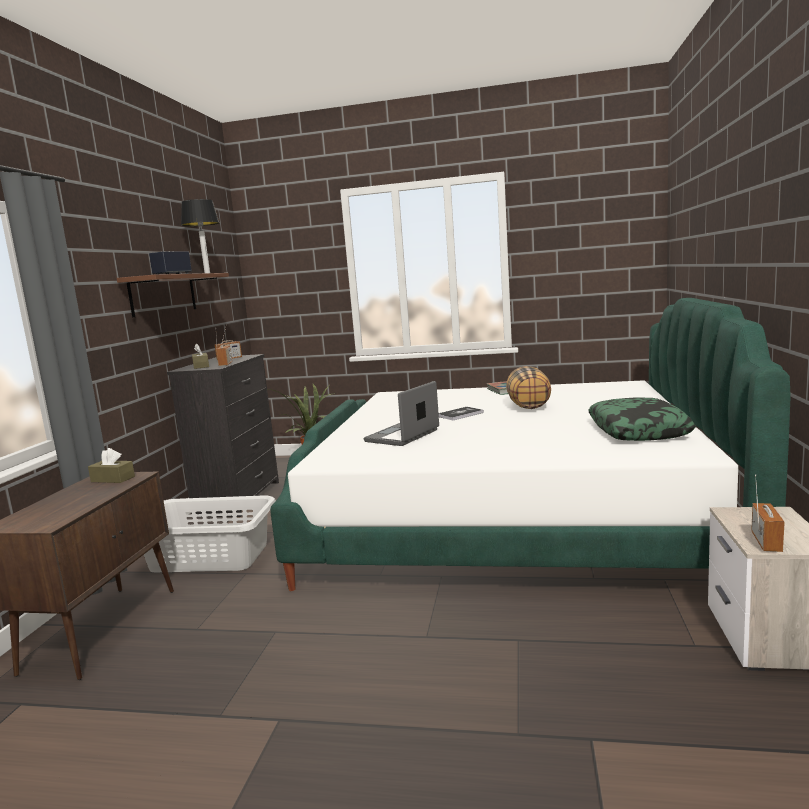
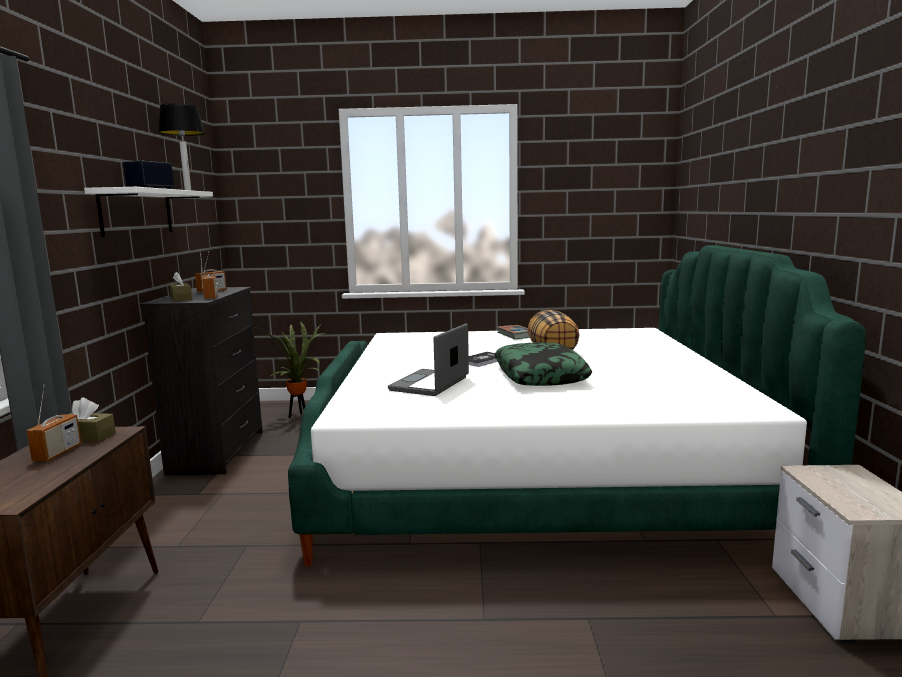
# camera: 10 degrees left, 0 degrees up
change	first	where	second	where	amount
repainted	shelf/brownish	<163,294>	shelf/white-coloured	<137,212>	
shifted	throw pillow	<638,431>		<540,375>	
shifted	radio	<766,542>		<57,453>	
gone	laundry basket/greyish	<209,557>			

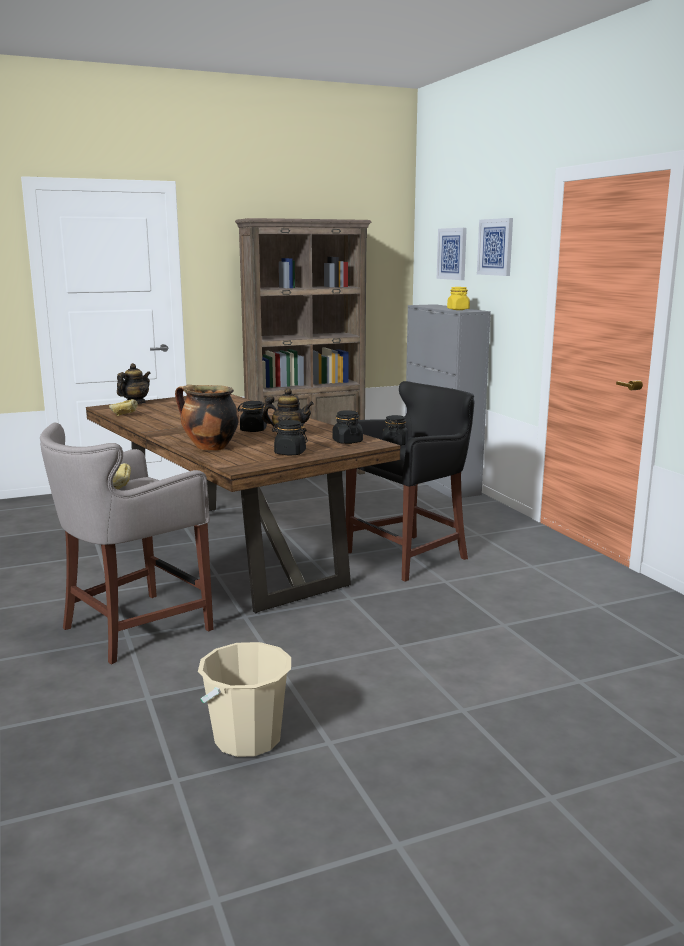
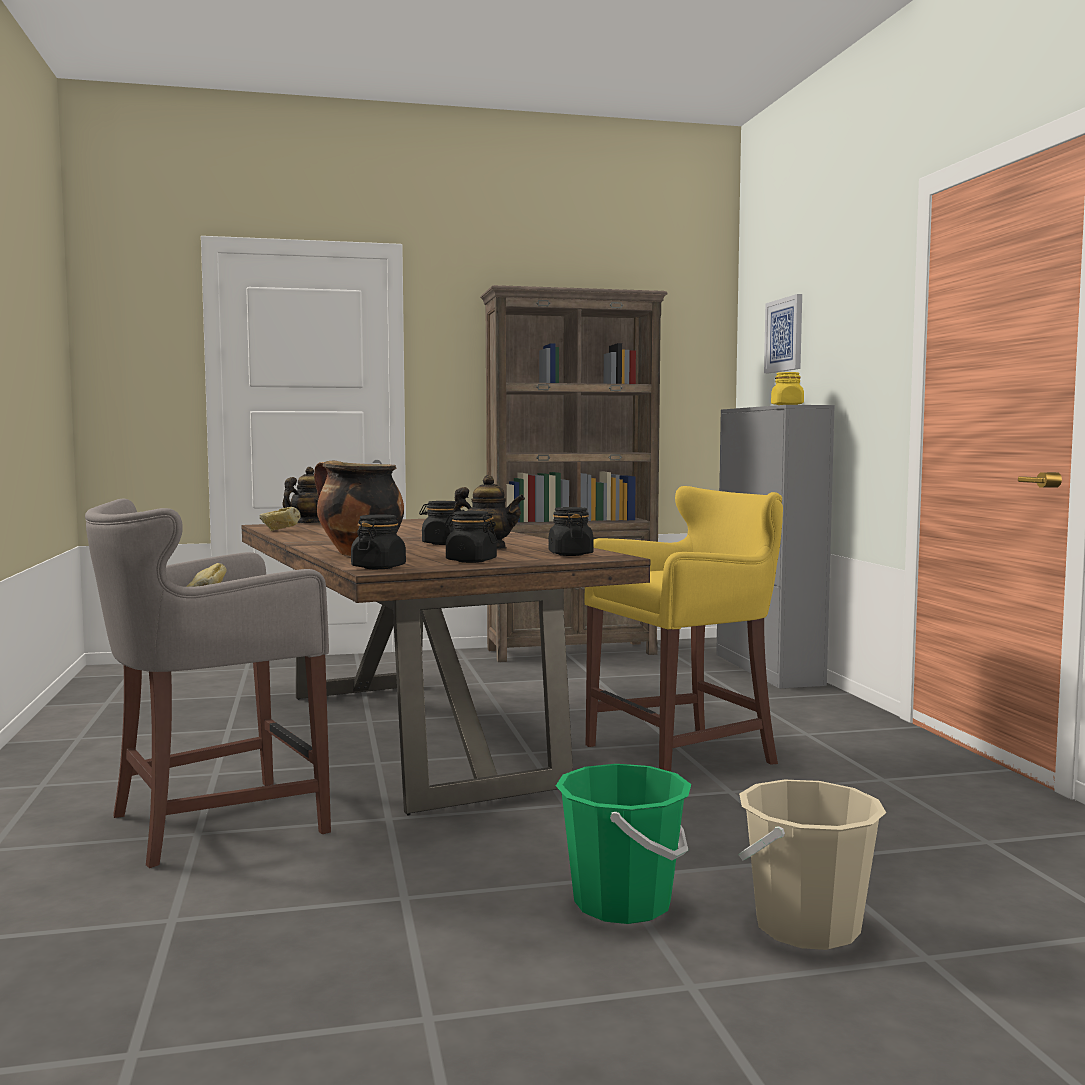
# camera: 10 degrees right, 10 degrees down
change	first	where	second	where	amount
gone	picture	<496,247>			
repainted	stool seat/black-coloured	<410,555>	stool seat/yellowish	<686,754>	
shifted	storage jar/black-coloured	<395,444>		<378,567>	
shifted	bucket/beige	<247,739>		<807,927>	
new			bucket/green	<623,903>	

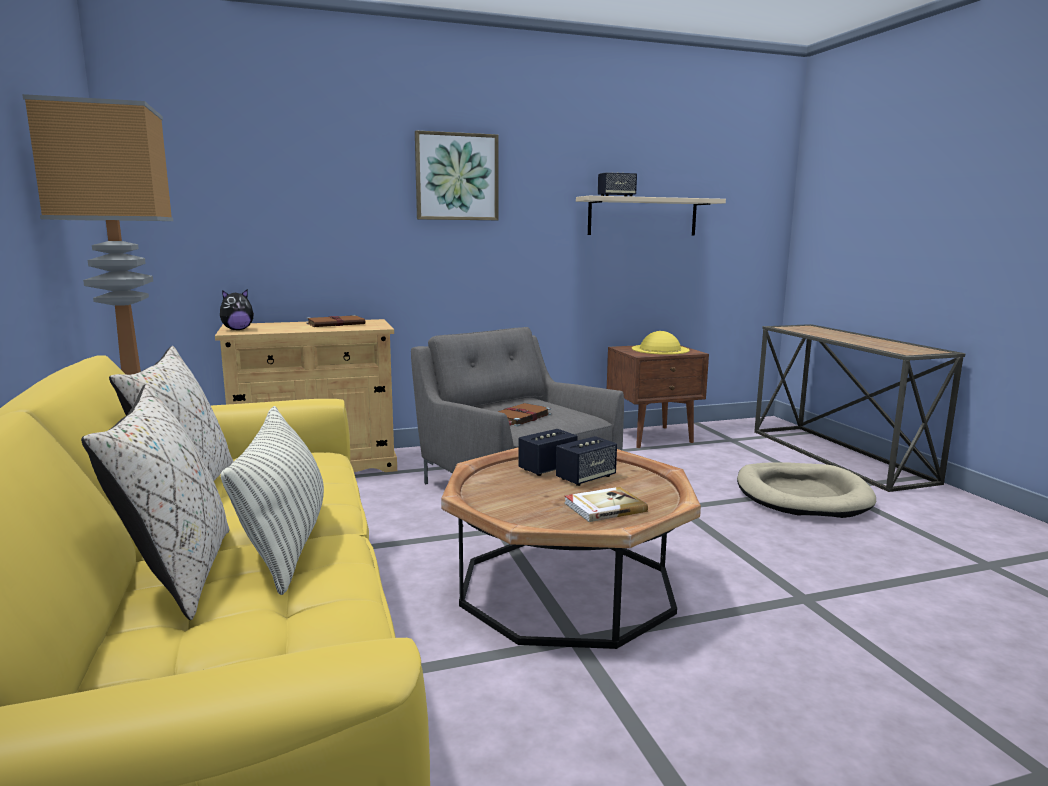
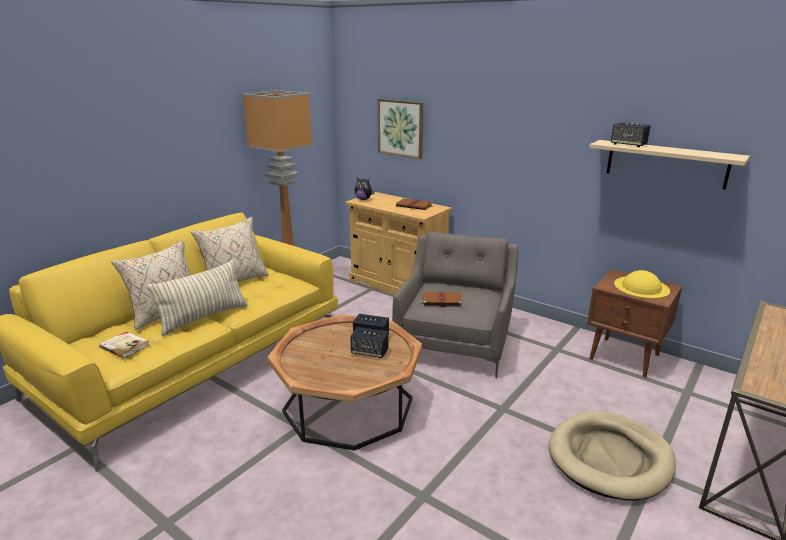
# camera: 55 degrees right, 10 degrees up
change	first	where	second	where	amount
shifted	picture	<456,177>		<401,128>	
shifted	bound book	<604,507>		<125,346>	

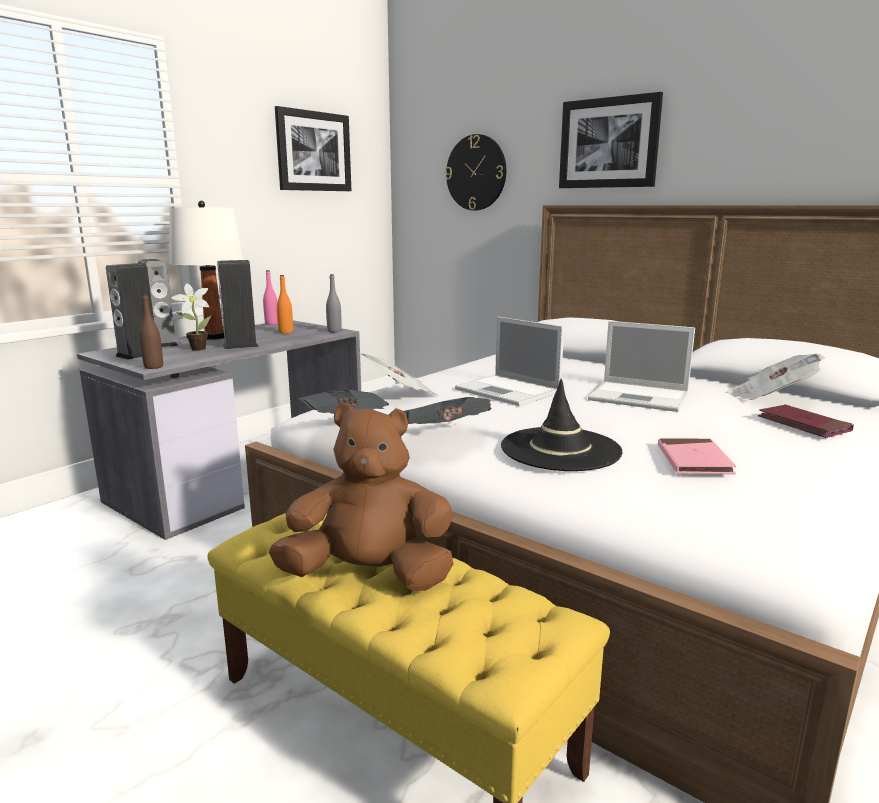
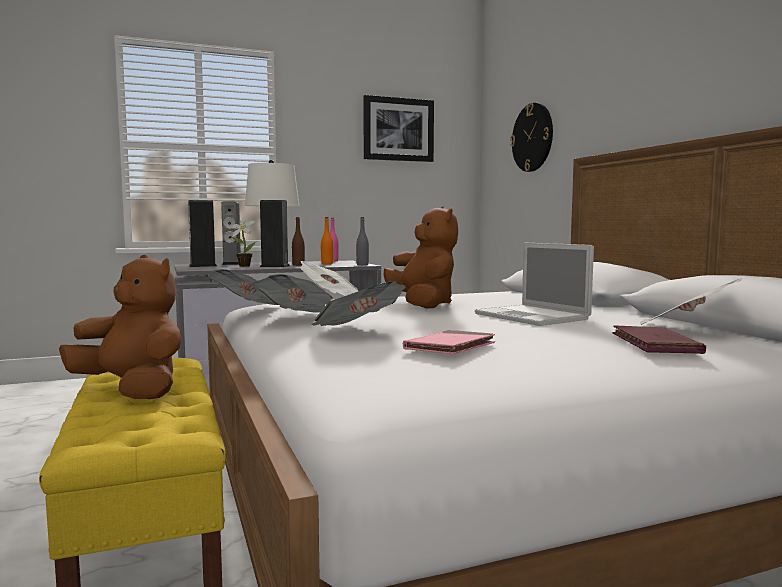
# camera: 30 degrees right, 10 degrees down
change	first	where	second	where	amount
gone	picture	<608,143>			
shifted	bottle/brownish	<153,367>		<298,265>	
swapped	notebook computer	<509,391>	cuddly toy/brownish	<423,304>	
swapped	hat/black-coloured	<560,449>	printed paper	<358,331>	

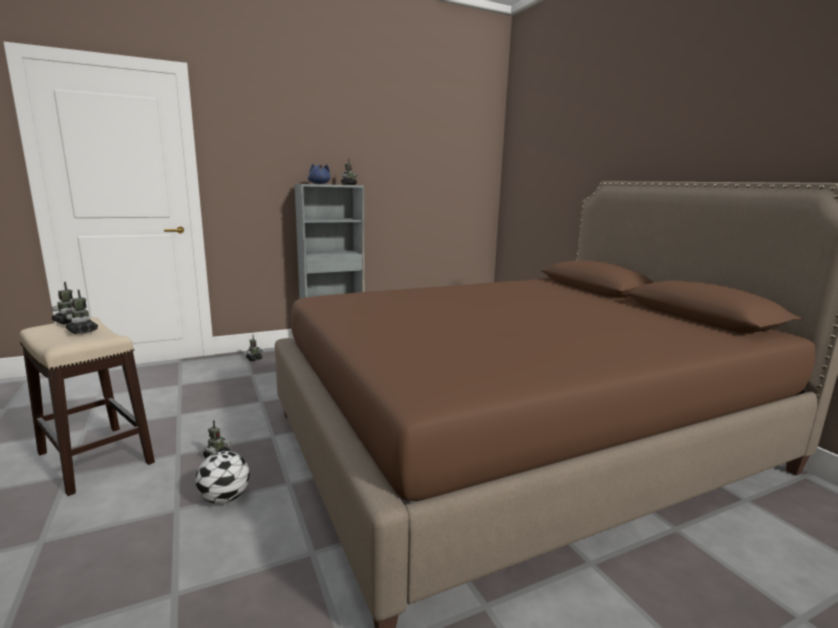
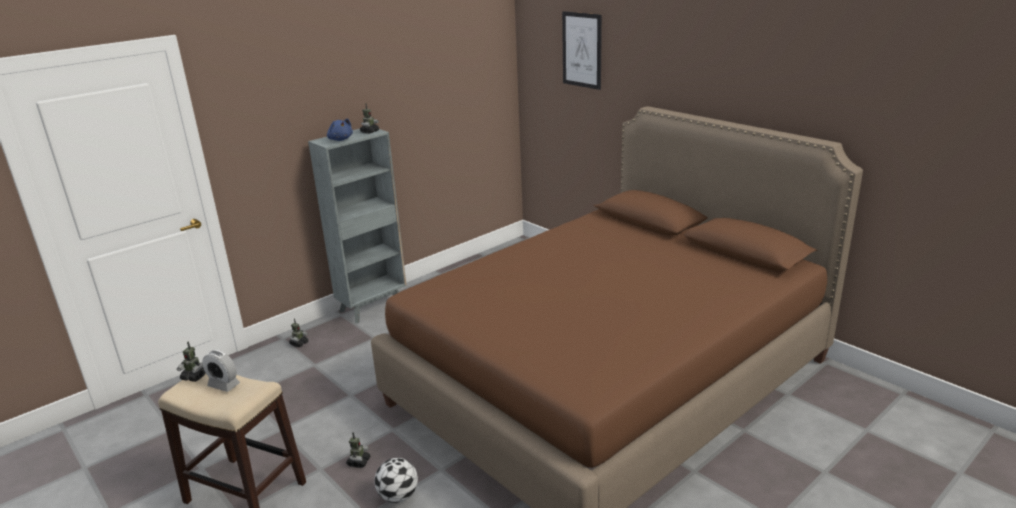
# camera: 15 degrees left, 10 degrees up
change	first	where	second	where	amount
swapped	toy robot	<82,331>	table clock	<224,385>	
new			picture	<582,50>	

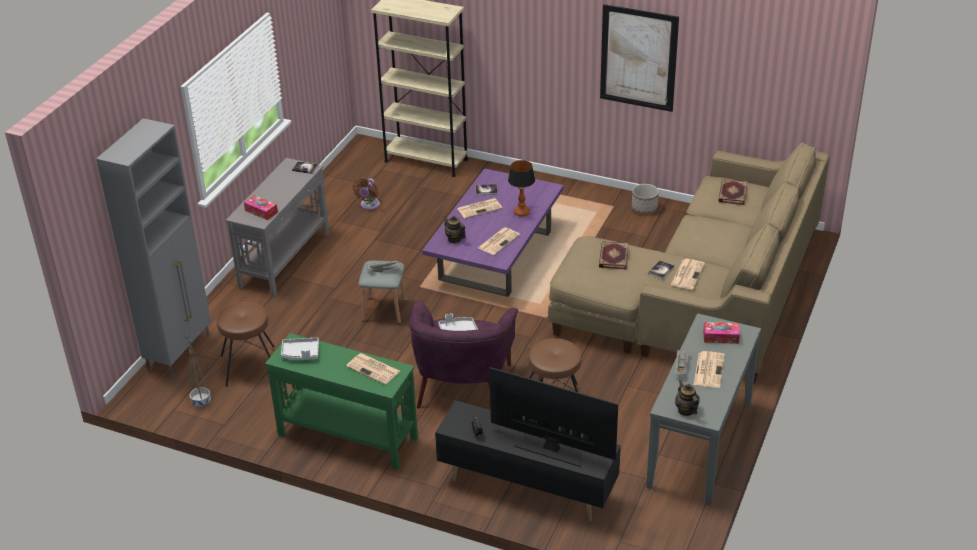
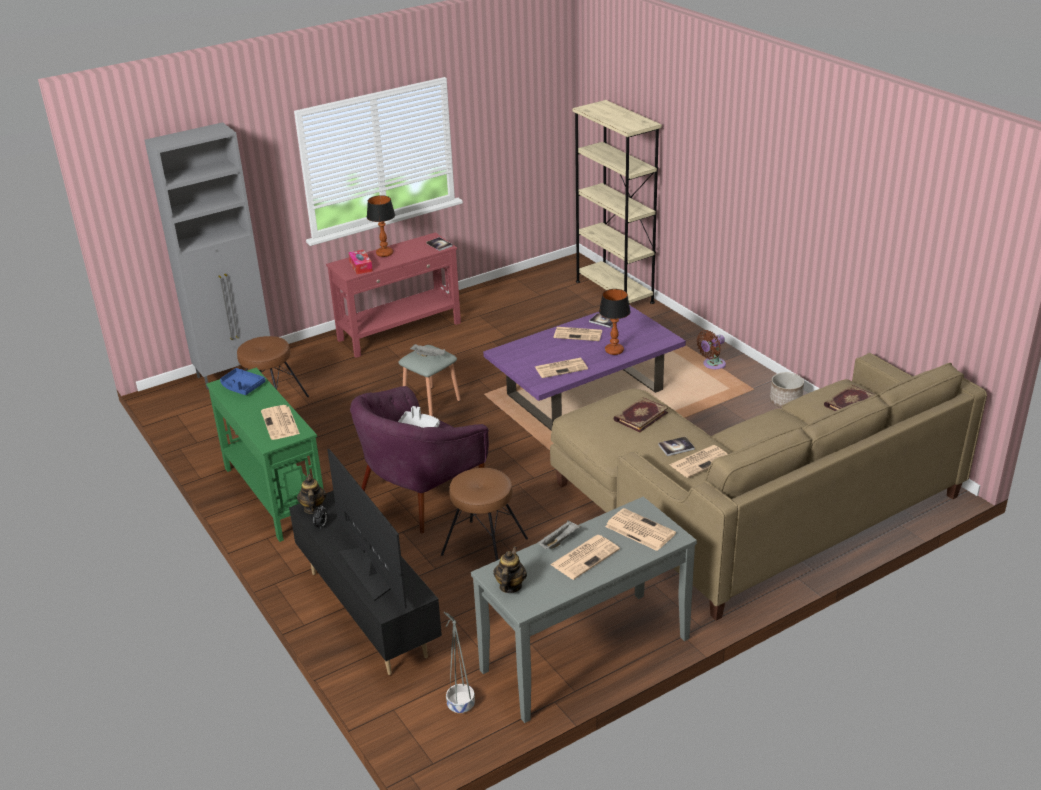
# camera: 35 degrees right, 5 degrees down
change	first	where	second	where	amount
gone	picture	<638,58>			
repainted	console table/greyish	<285,259>	console table/reddish	<400,331>	
shifted	fan/brownish	<369,205>		<712,365>	
shifted	teapot	<454,239>		<313,508>	
swapped	box of tissues	<720,337>	printed paper	<639,530>	
shifted	planter/greyish	<201,402>		<460,705>	
repainted	tray/greyish	<301,353>	tray/bluish	<242,387>	
new			lamp for a table	<384,253>	

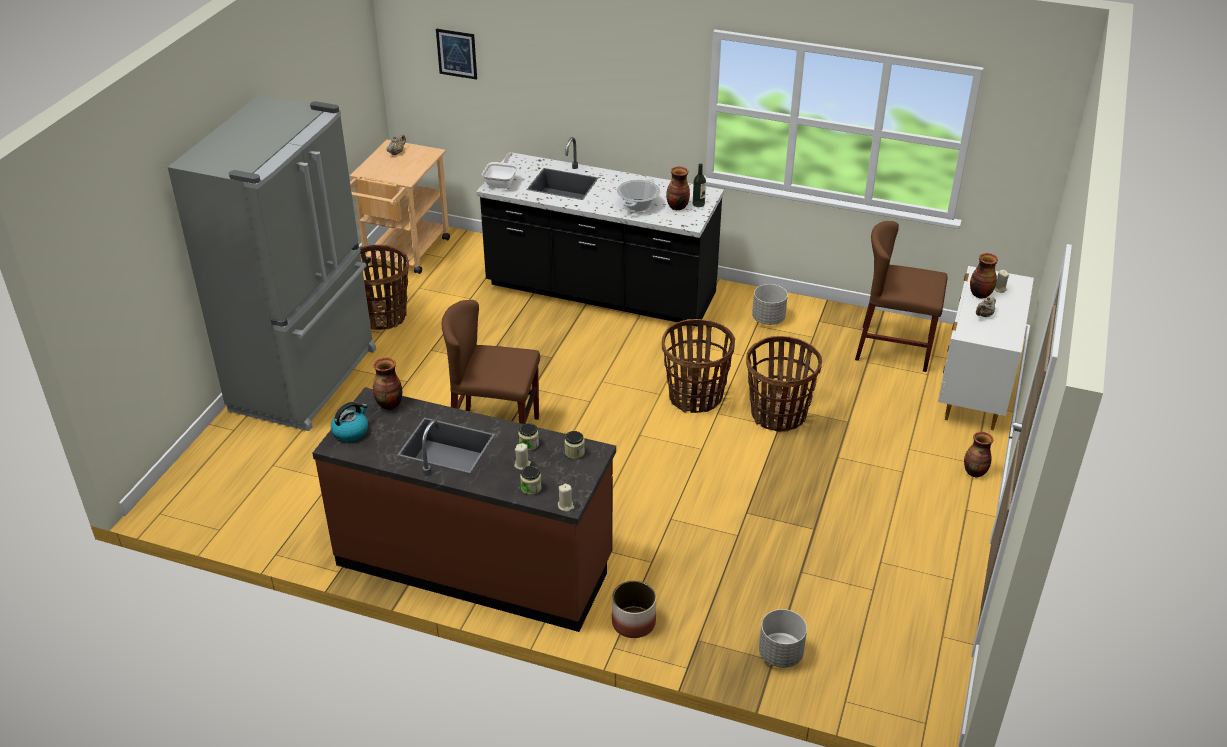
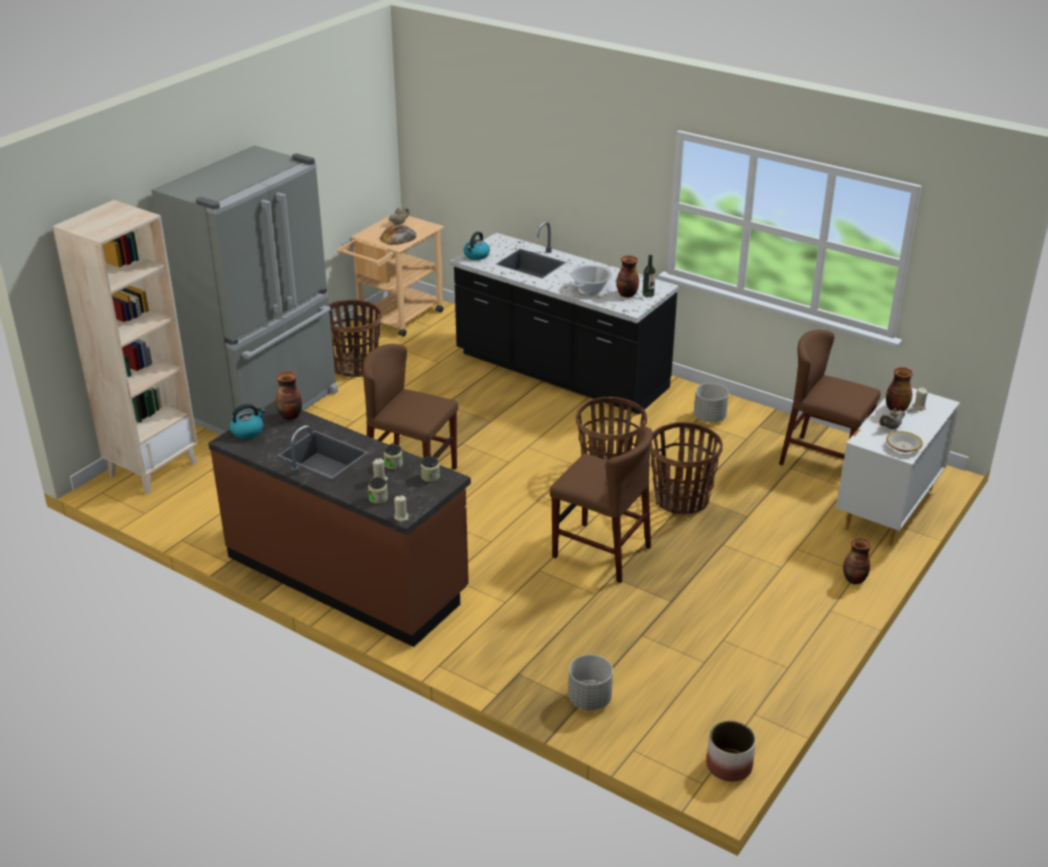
# camera: 15 degrees right, 5 degrees down
change	first	where	second	where	amount
gone	picture	<456,53>			
swapped	frying pan	<502,182>	kettle	<476,256>	
shifted	planter	<633,622>		<729,765>	
new			bookshelf/beige	<153,468>	
new			bakery bread	<398,237>	
new			chair/brownish	<601,552>	
new			deep dish	<903,447>	

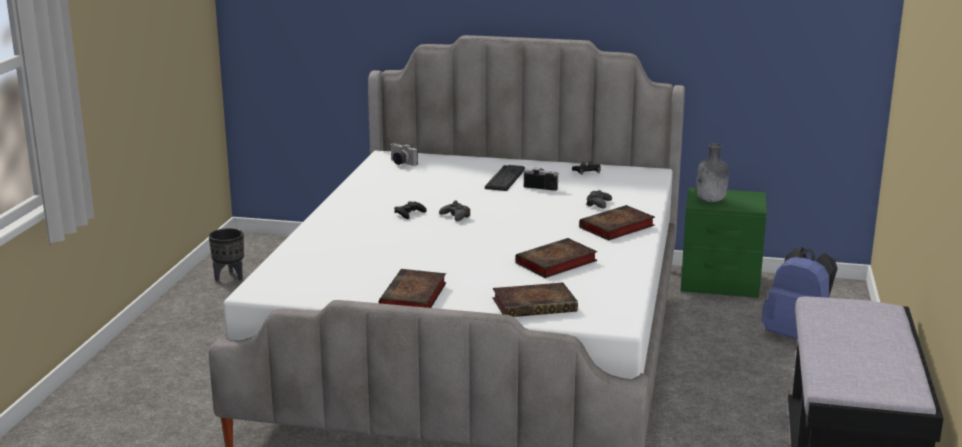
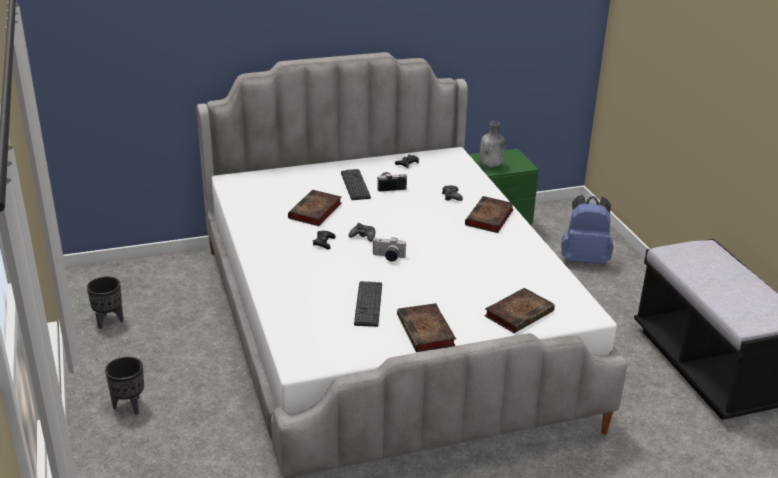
# camera: 30 degrees left, 10 degrees up
change	first	where	second	where	amount
shifted	still camera	<400,163>		<388,257>	
shifted	bound book	<555,263>		<315,212>	
new			computer keyboard	<368,304>	
new			planter/black-coloured	<129,406>	

